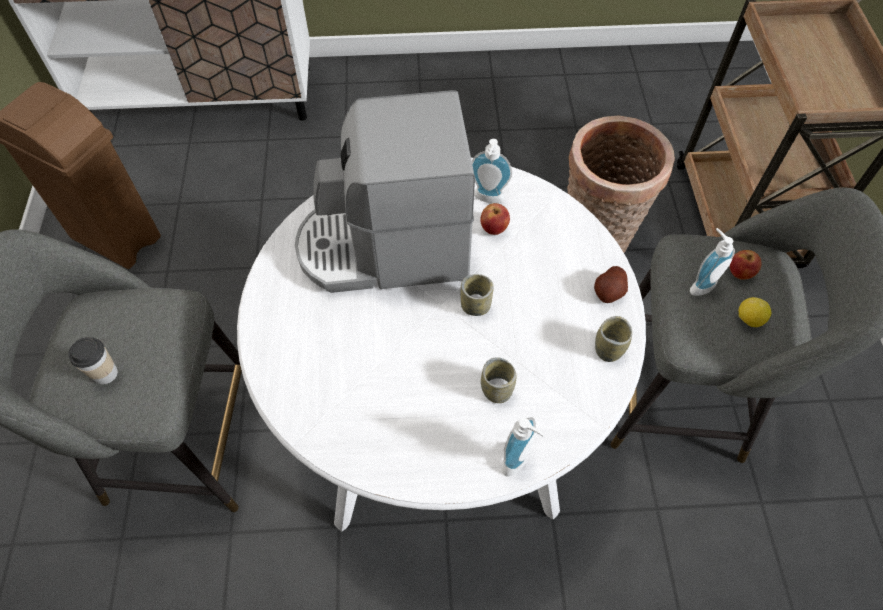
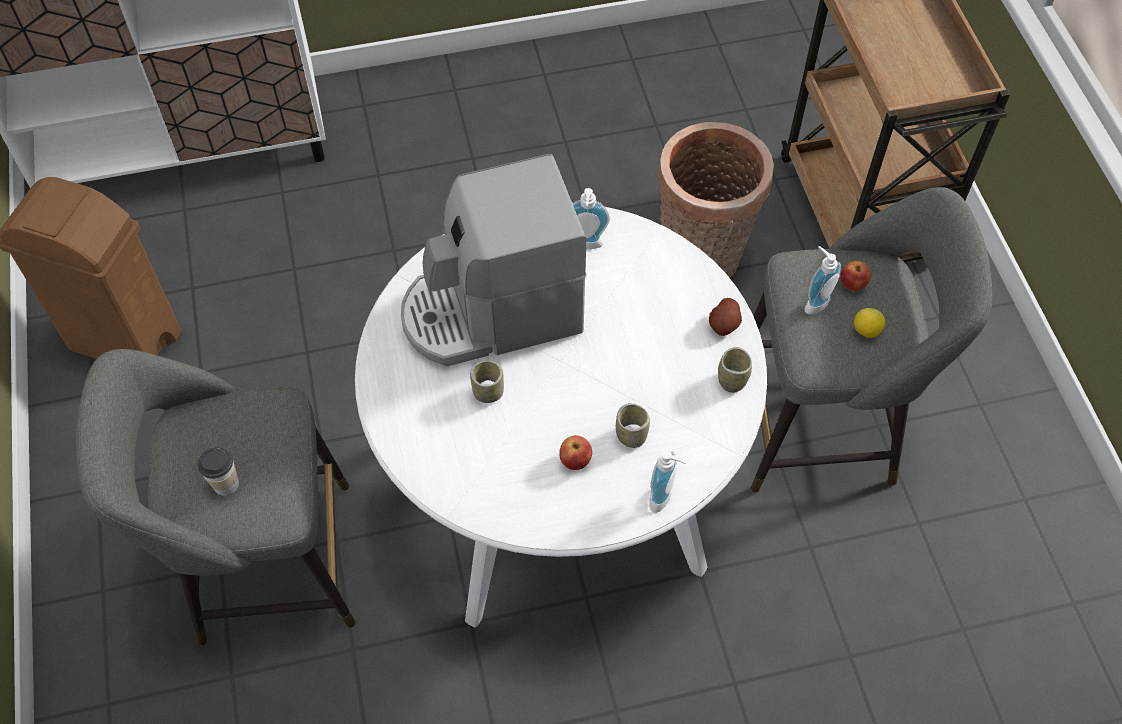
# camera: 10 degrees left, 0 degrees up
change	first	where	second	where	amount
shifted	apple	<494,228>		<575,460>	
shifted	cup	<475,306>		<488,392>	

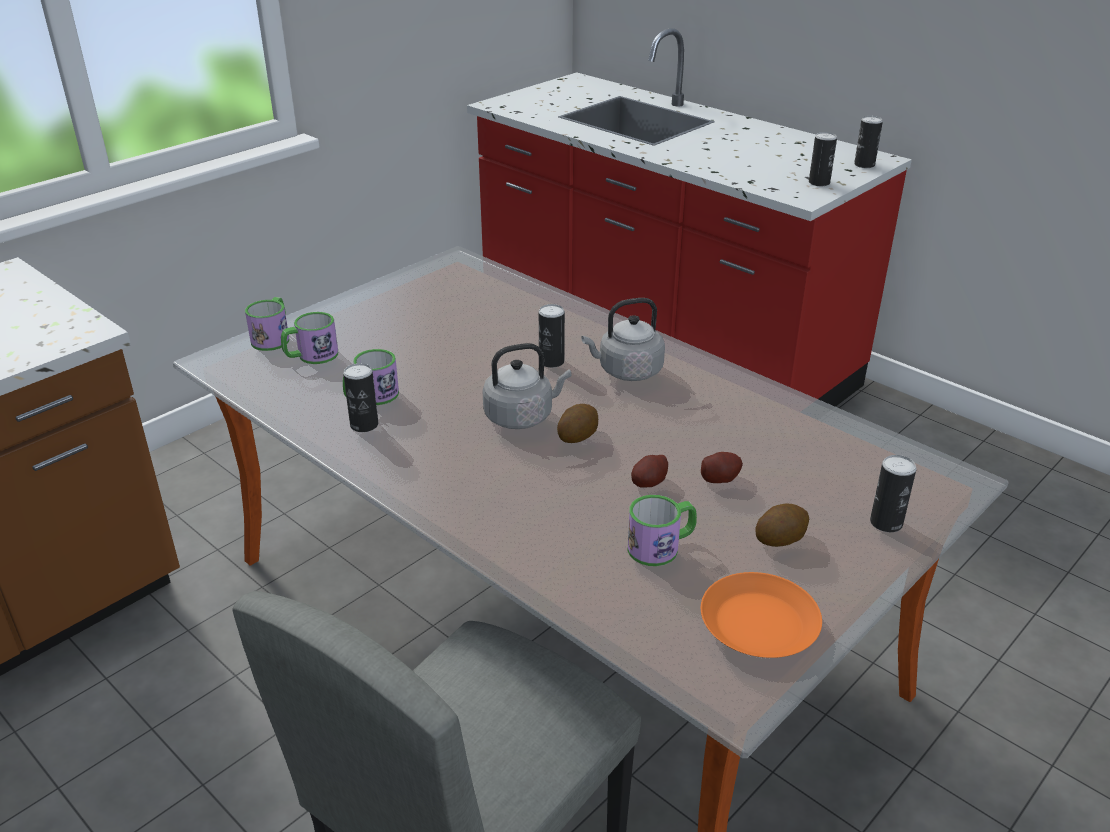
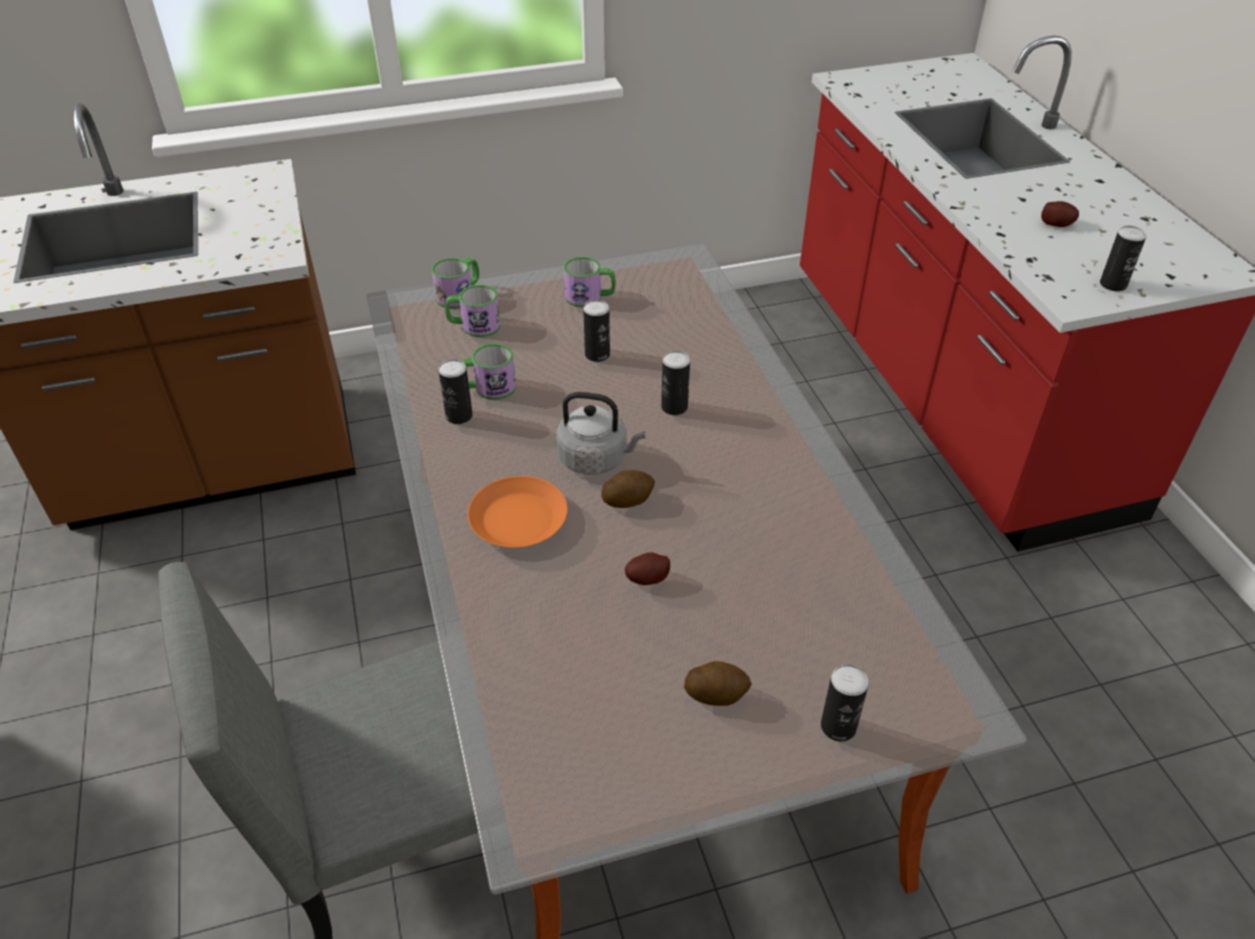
# camera: 30 degrees right, 10 degrees up
change	first	where	second	where	amount
shifted	metal can	<864,165>		<597,354>	
gone	kettle/greyish	<627,371>			
shifted	spud	<720,478>		<1057,224>	
shifted	mug	<661,546>		<590,297>	
shifted	flat dish/orangey	<760,624>		<519,519>	

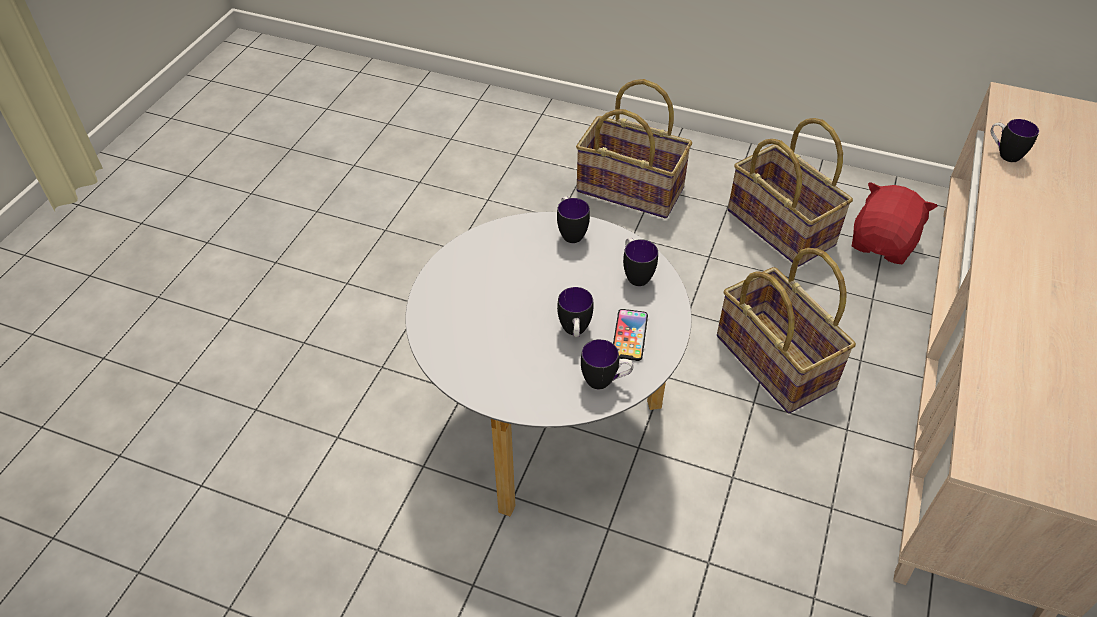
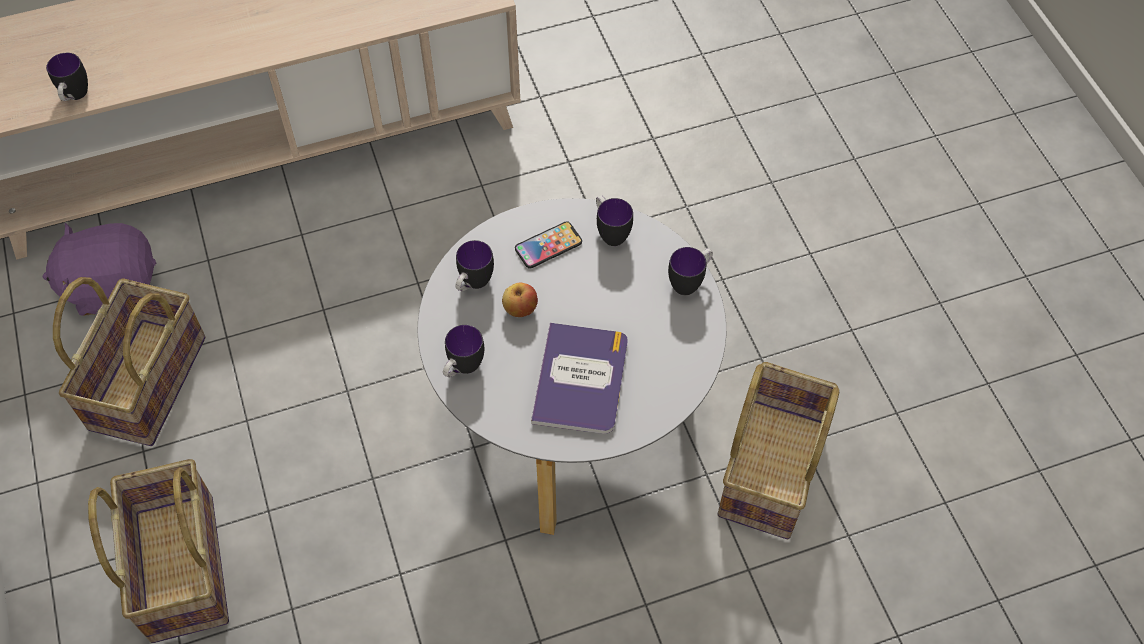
# camera: 130 degrees left, 10 degrees up
change	first	where	second	where	amount
repainted	cuddly toy/reddish	<883,244>	cuddly toy/purple	<112,286>	
shifted	household basket	<776,361>		<768,468>	
shifted	mug	<575,332>		<690,282>	
new			apple	<520,309>	
new			bound book	<580,379>	

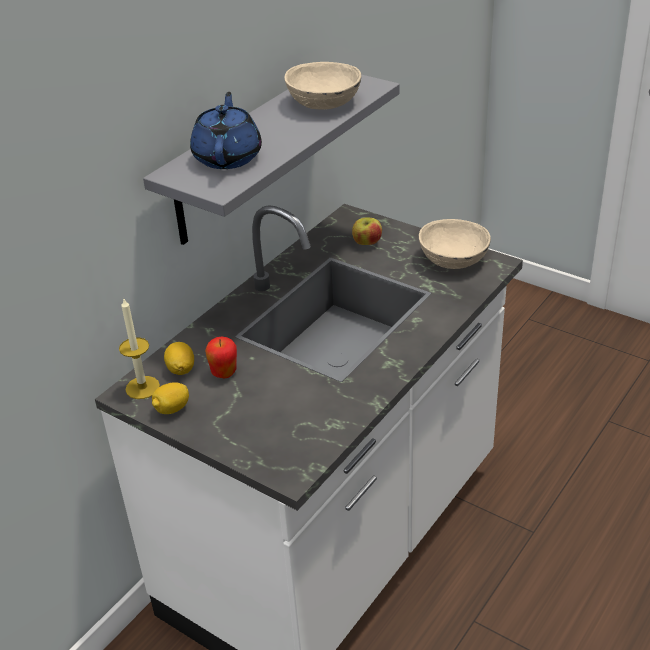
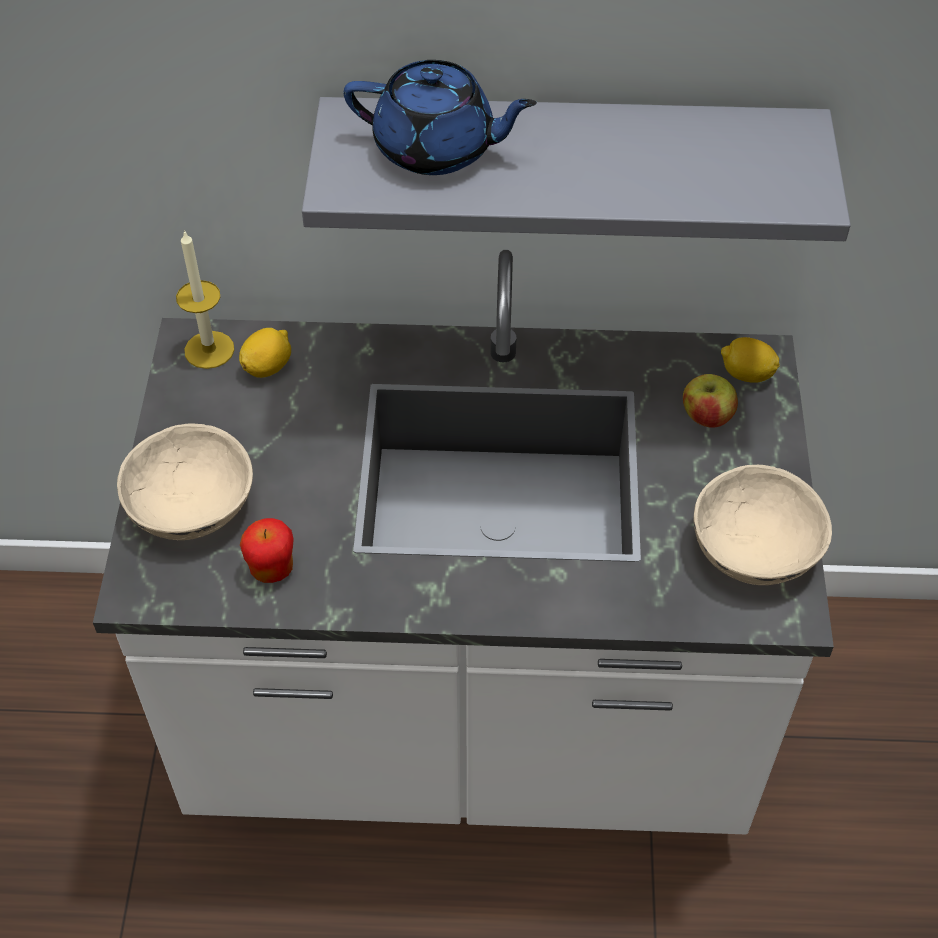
# camera: 55 degrees right, 15 degrees up
change	first	where	second	where	amount
shifted	deep dish/beige	<323,103>		<190,505>	
rotated	teapot/bluish	<228,157>		<437,149>	45 degrees clockwise
shifted	apple	<224,373>		<272,570>	
shifted	citrus fruit	<172,409>		<746,374>	

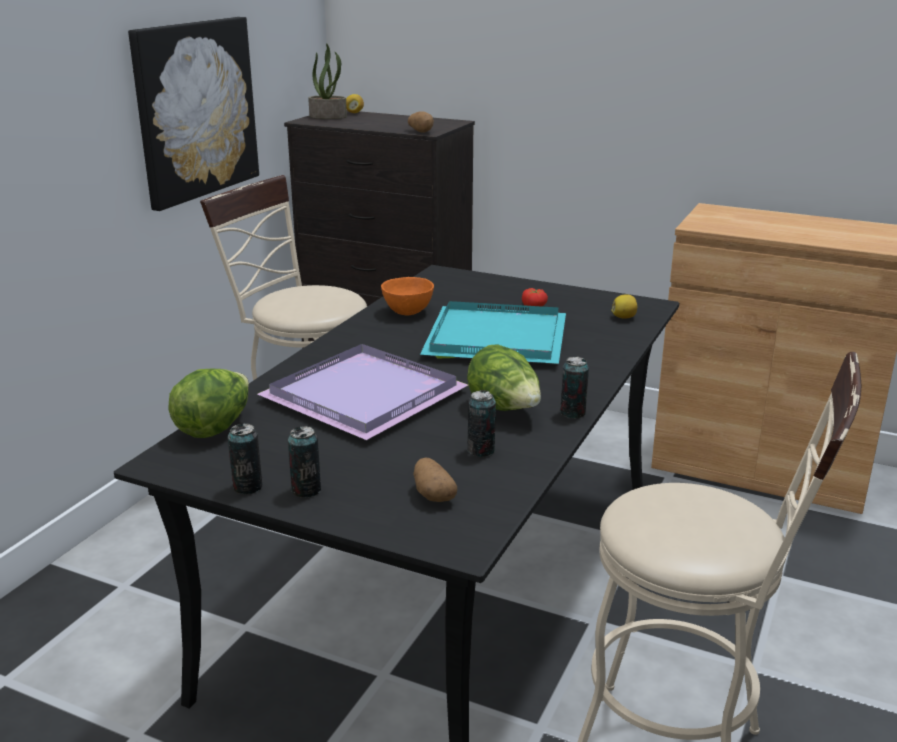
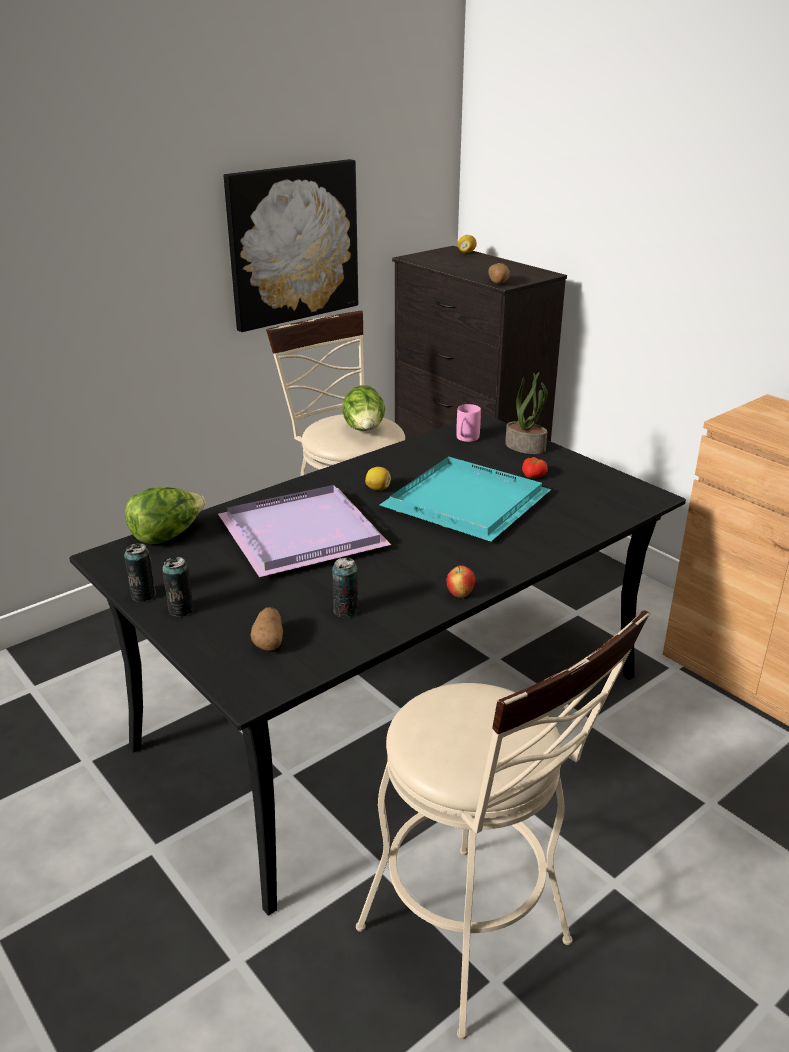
# camera: 25 degrees right, 5 degrees up
change	first	where	second	where	amount
shifted	plant in a pot	<328,116>		<526,447>	
gone	deep dish/orangey	<408,312>			
shifted	citrus fruit	<624,317>		<378,488>	
shifted	head of lettuce	<504,409>		<364,430>	
swapped	metal can	<573,413>	apple	<460,594>	
new			mug/pink	<465,439>	

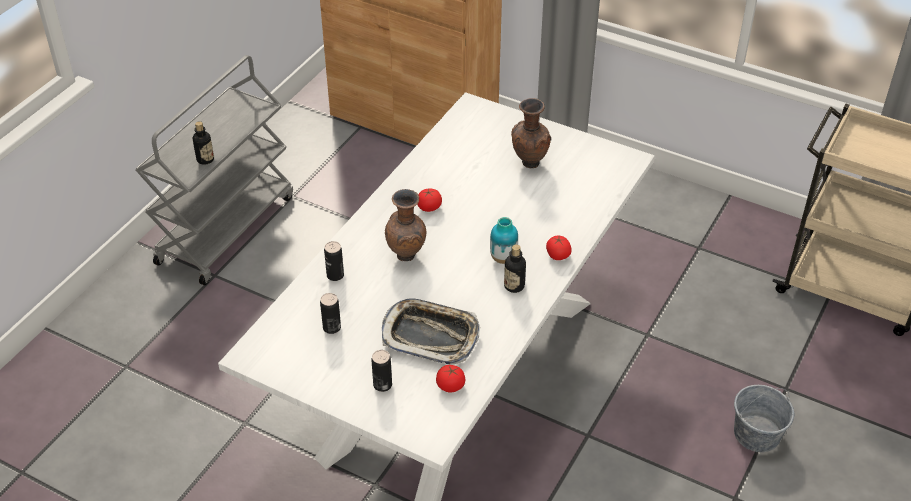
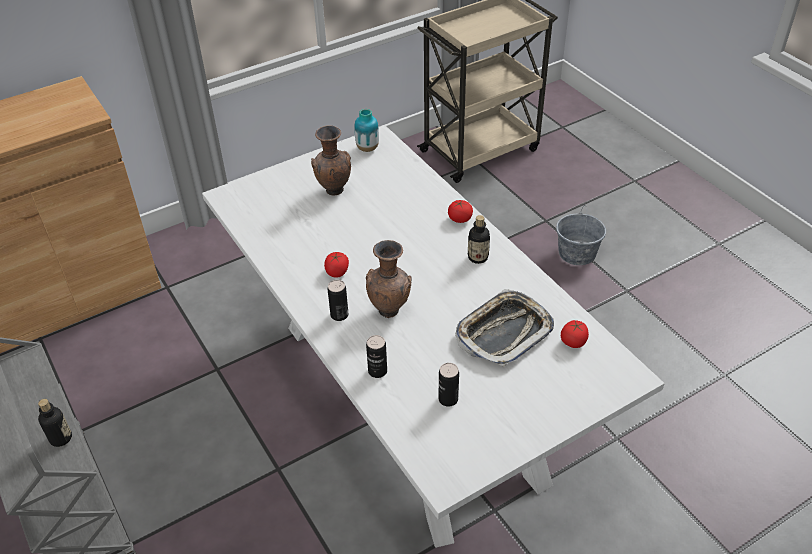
# camera: 60 degrees left, 0 degrees up
change	first	where	second	where	amount
shifted	flower vase	<503,258>		<367,148>	
shifted	metal can	<382,385>		<339,315>	

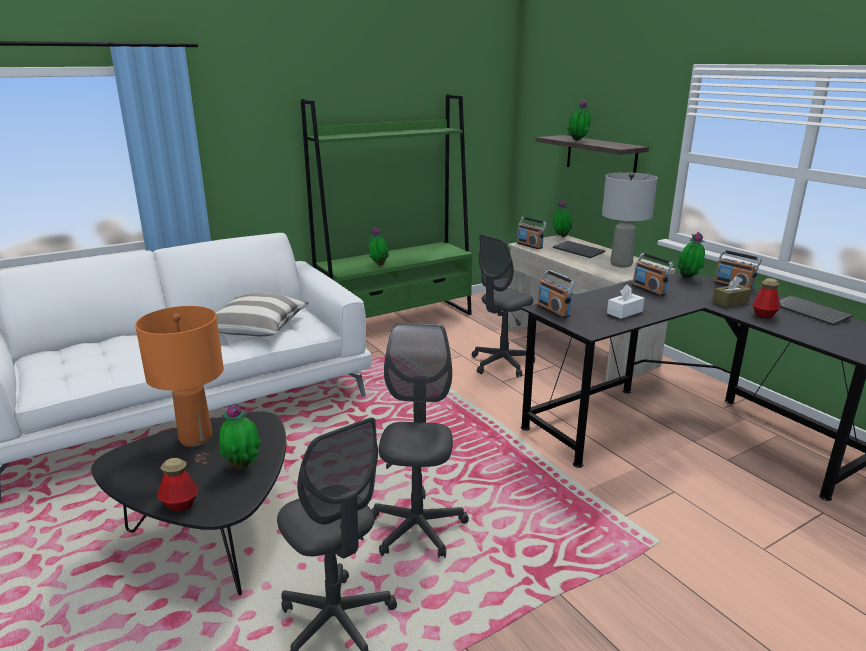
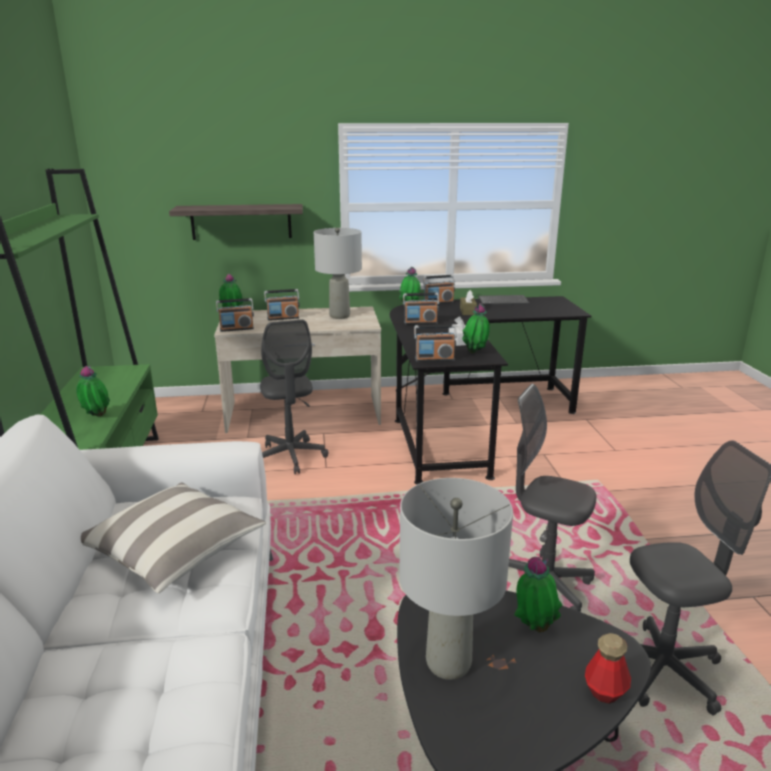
# camera: 65 degrees left, 0 degrees up
change	first	where	second	where	amount
shifted	plant in a pot	<577,141>		<475,353>	
swapped	computer keyboard	<579,250>	radio	<283,318>	
gone	bottle	<764,315>			
repainted	lamp for a table/orangey	<195,439>	lamp for a table/greyish	<449,663>	

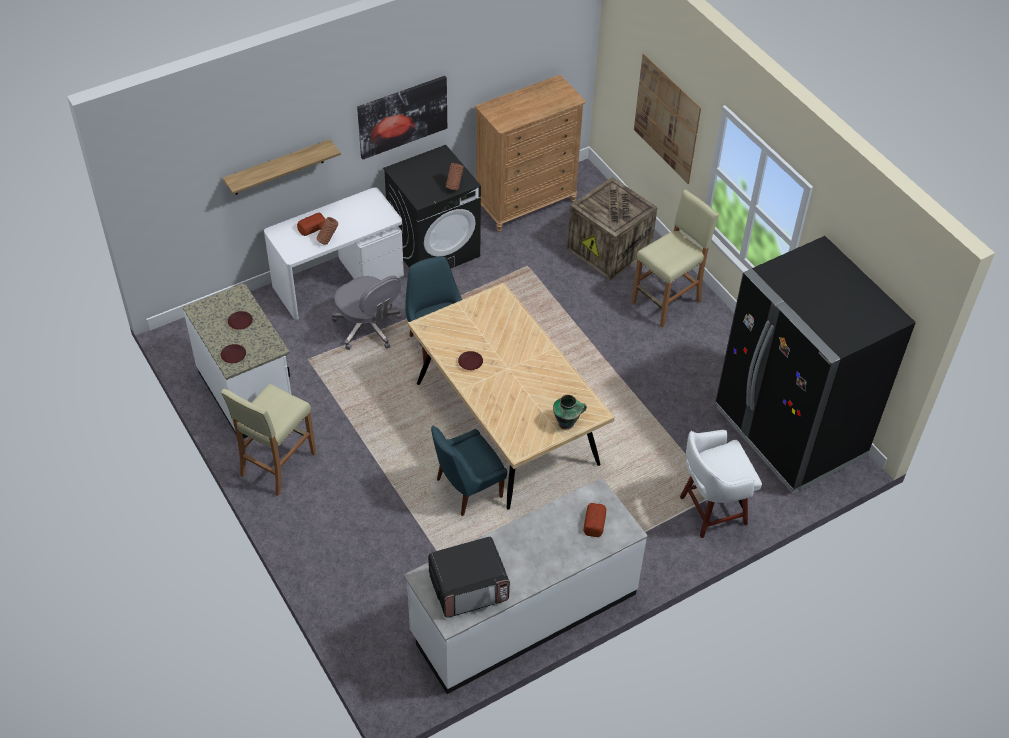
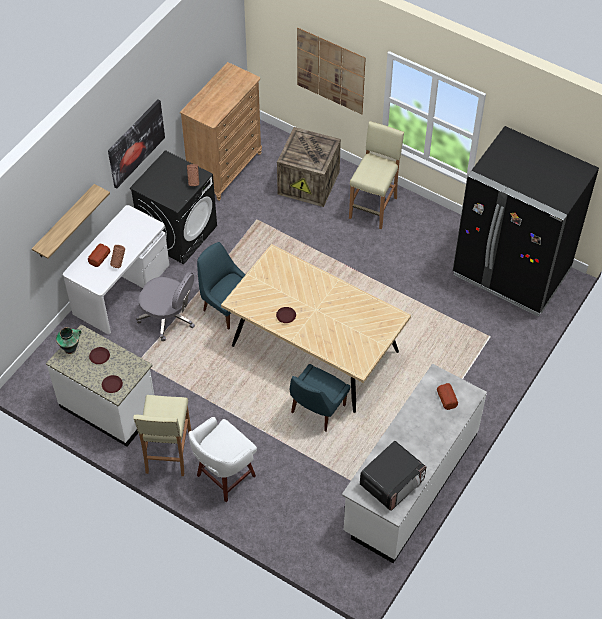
# camera: 25 degrees left, 5 degrees up
change	first	where	second	where	amount
shifted	flower vase	<567,423>		<71,348>	
shifted	stool seat/white-coloured	<710,511>		<224,477>	

